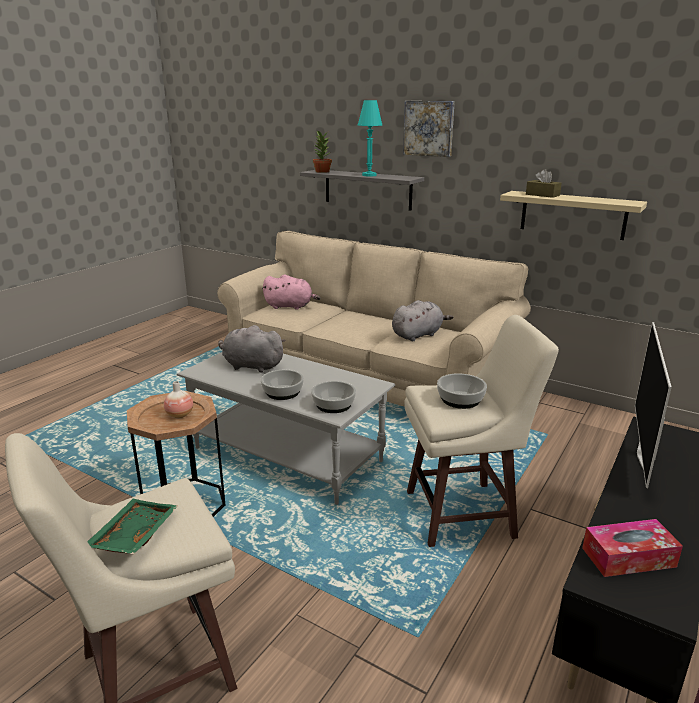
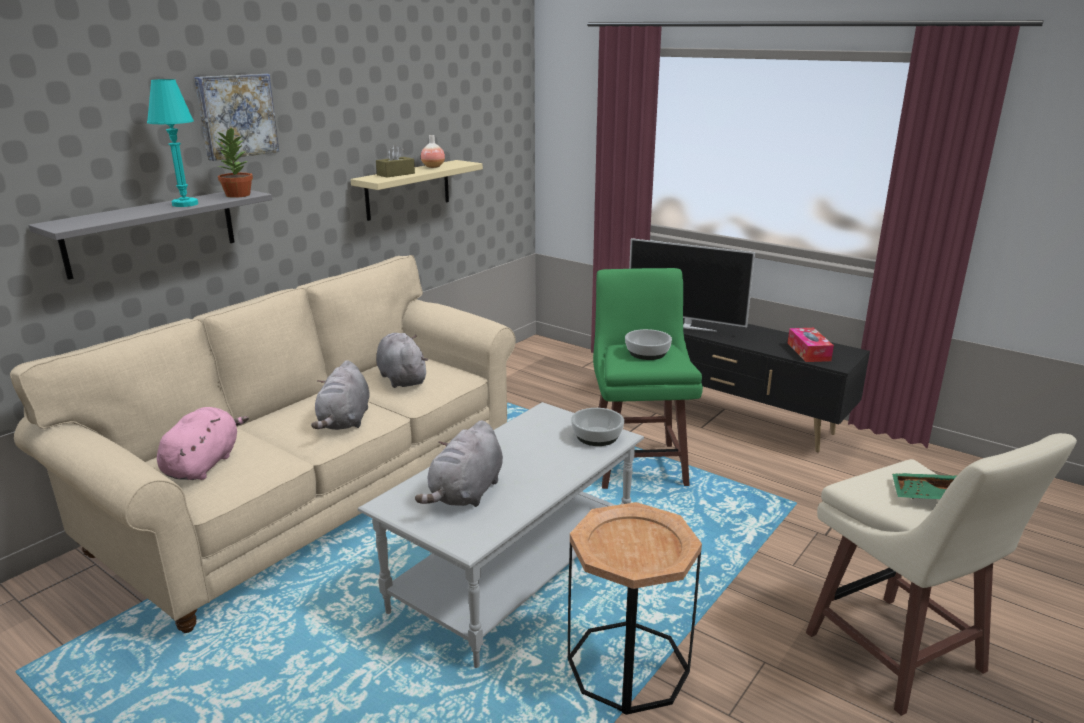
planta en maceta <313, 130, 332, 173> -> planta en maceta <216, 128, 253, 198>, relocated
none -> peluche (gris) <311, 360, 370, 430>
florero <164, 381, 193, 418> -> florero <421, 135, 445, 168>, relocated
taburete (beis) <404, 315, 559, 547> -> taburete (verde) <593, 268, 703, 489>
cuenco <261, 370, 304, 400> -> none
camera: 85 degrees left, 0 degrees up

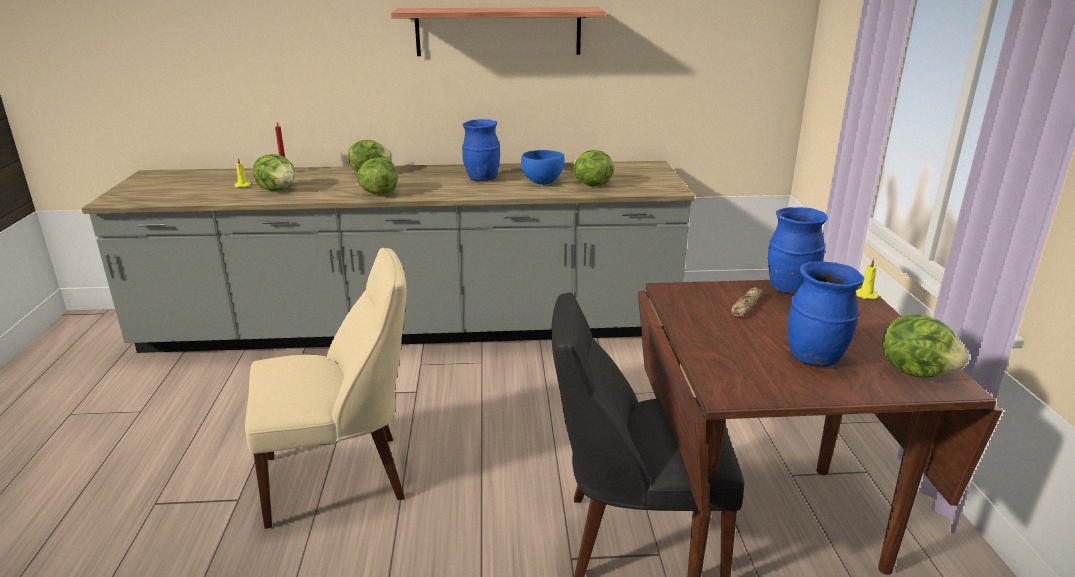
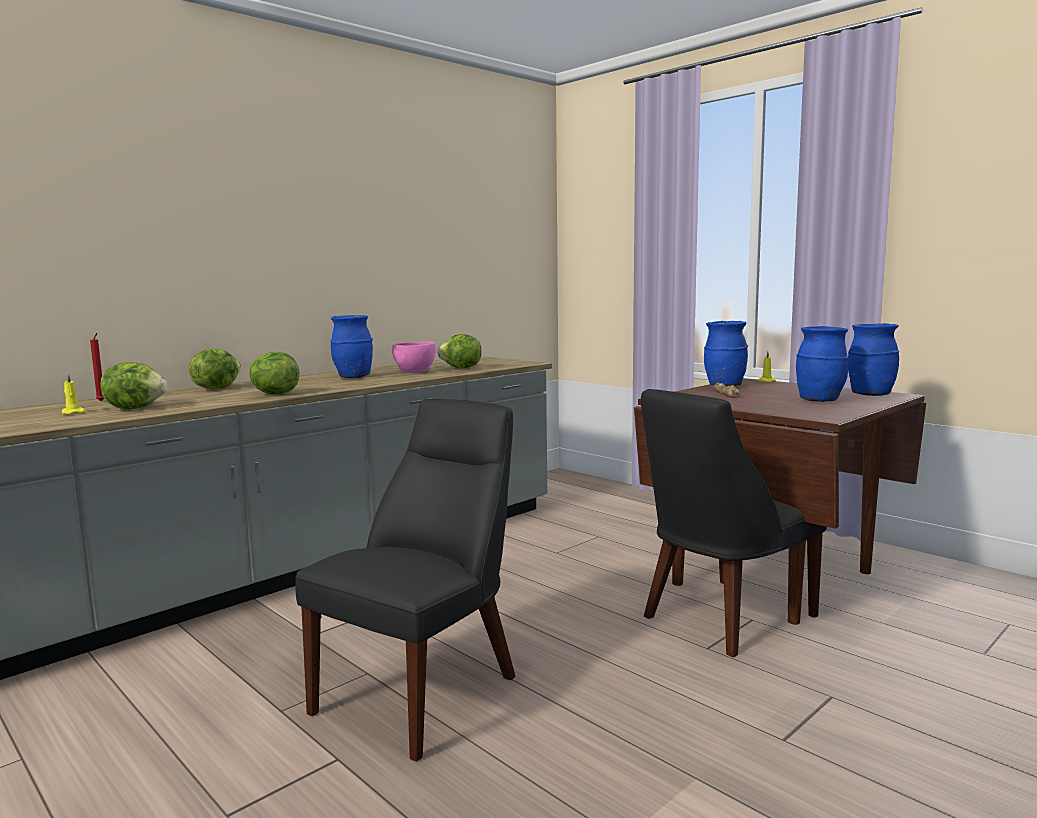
silla (beis) <245, 248, 407, 529> -> silla (negro) <295, 399, 516, 762>
cuenco (azul) <521, 150, 564, 185> -> cuenco (rosa) <392, 342, 436, 373>
lechuga <882, 315, 969, 378> -> florero (azul) <848, 323, 899, 396>
estante <391, 7, 606, 56> -> none
camera: 40 degrees left, 15 degrees down

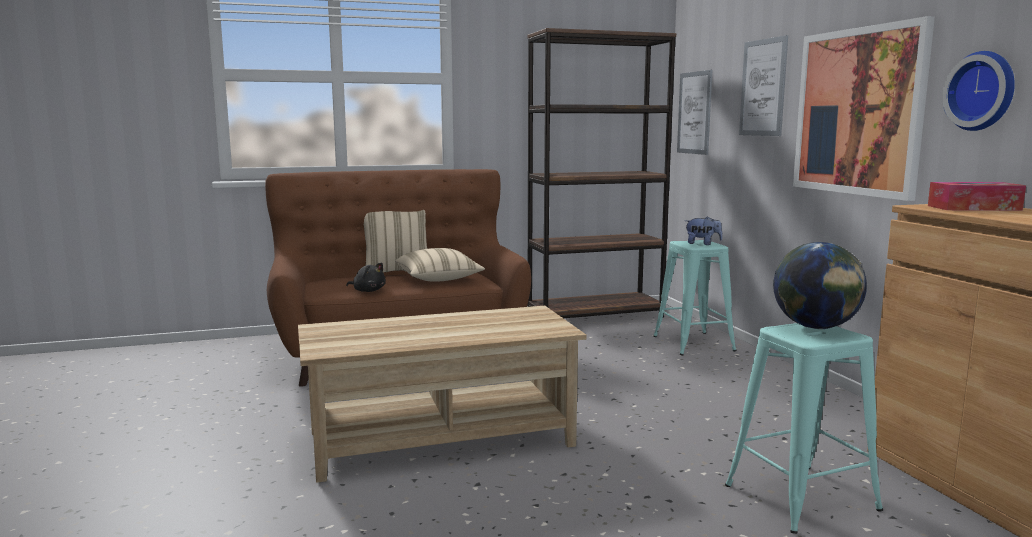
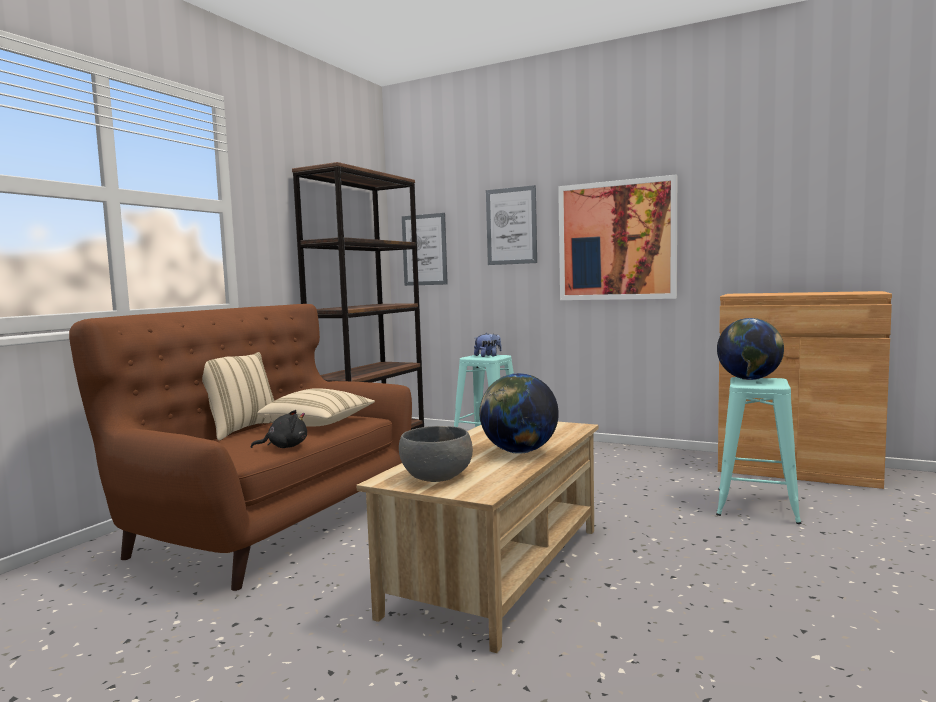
none -> cuenco (gris) <399, 426, 473, 482>
none -> globo terráqueo <479, 373, 559, 454>
caja de pañuelos <928, 182, 1026, 211> -> none
reloj de pared <942, 51, 1015, 131> -> none
camera: 45 degrees left, 5 degrees down

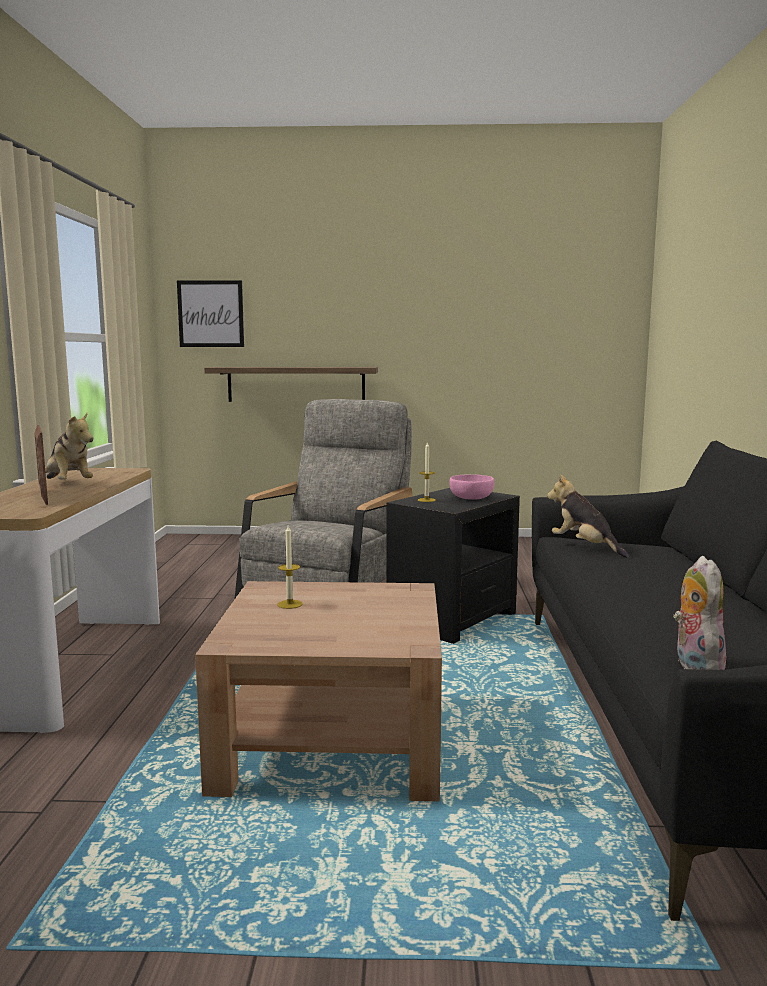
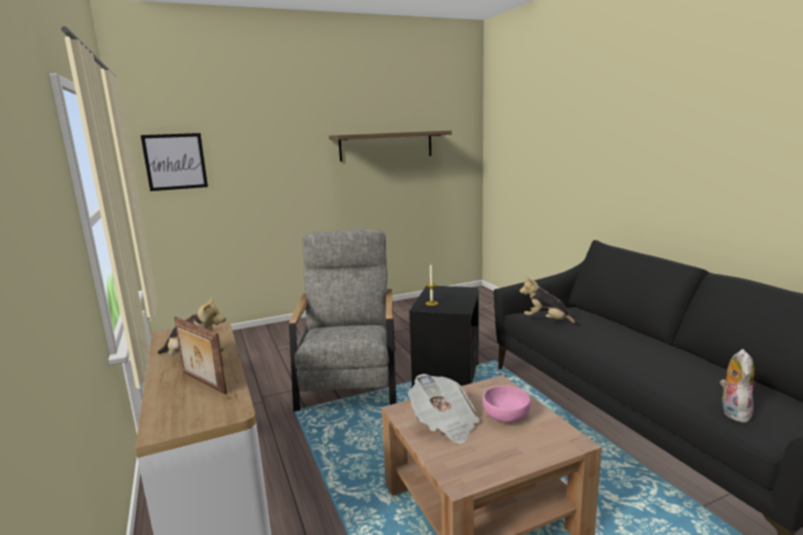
estante <204, 367, 378, 402> -> estante <329, 131, 452, 162>, relocated
vela <277, 526, 303, 609> -> periódico <408, 374, 480, 444>
cuenco (rosa) <449, 475, 494, 500> -> cuenco (rosa) <482, 386, 531, 423>, relocated
peluche <673, 556, 726, 670> -> peluche <720, 349, 755, 423>, 45 degrees clockwise
camera: 25 degrees left, 5 degrees up

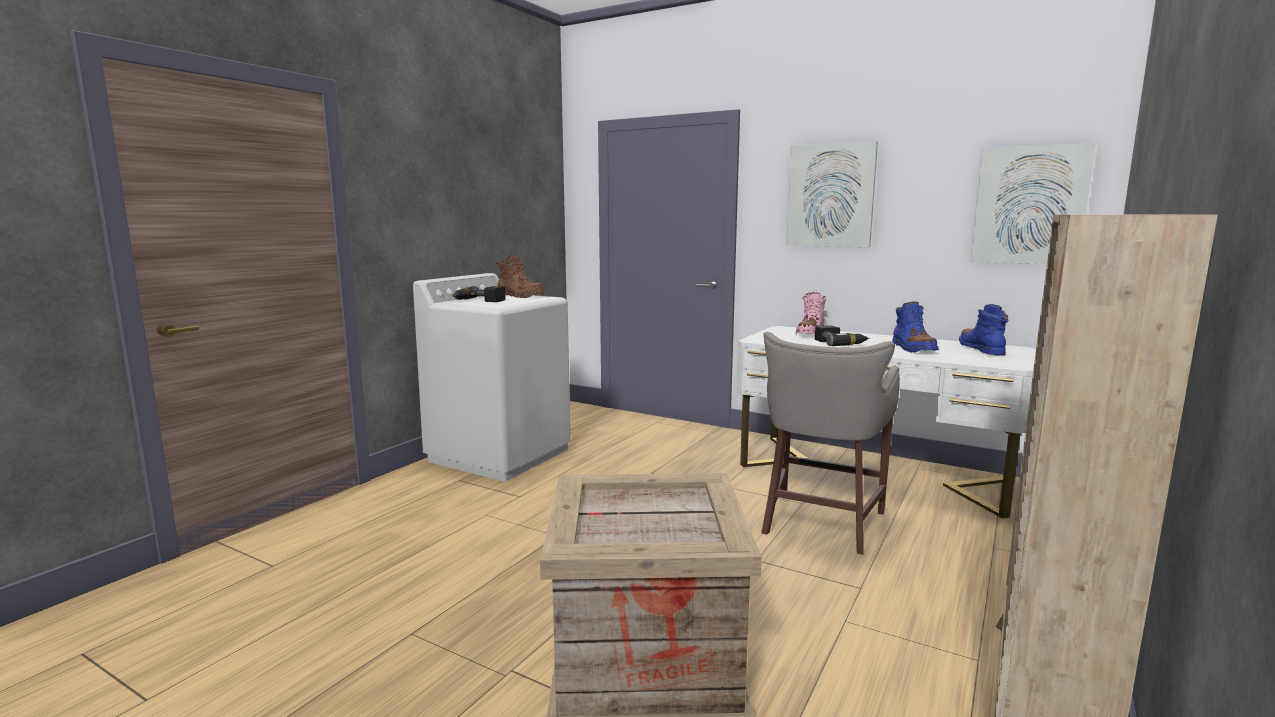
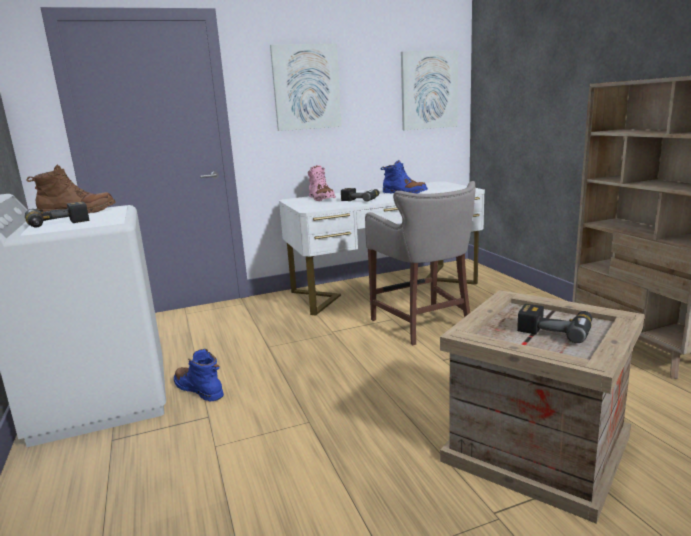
bota (azul) <959, 304, 1009, 355> -> bota (azul) <174, 349, 224, 401>, relocated
none -> taladro <517, 304, 592, 343>
camera: 50 degrees left, 5 degrees up

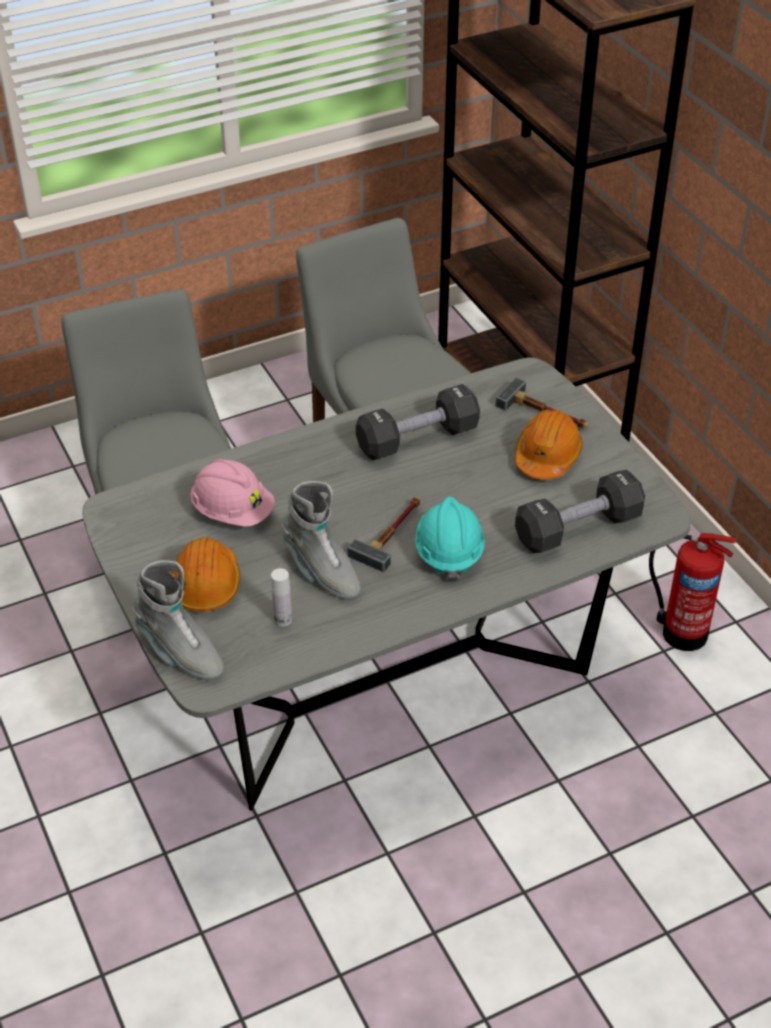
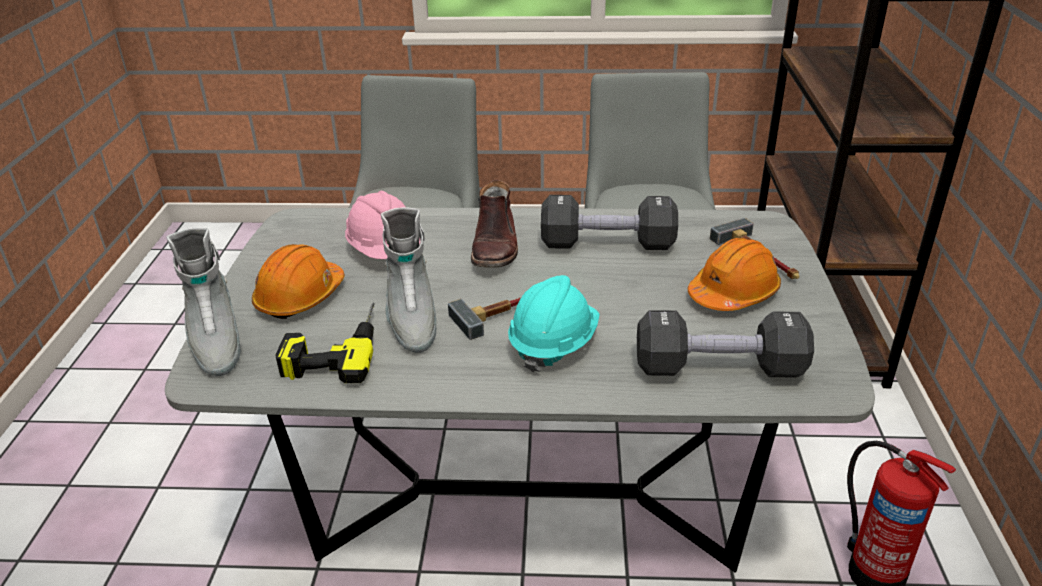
botella (blanco) <271, 568, 292, 627> -> taladro <275, 303, 375, 383>
none -> bota (marrón) <471, 180, 518, 268>
camera: 30 degrees right, 10 degrees down

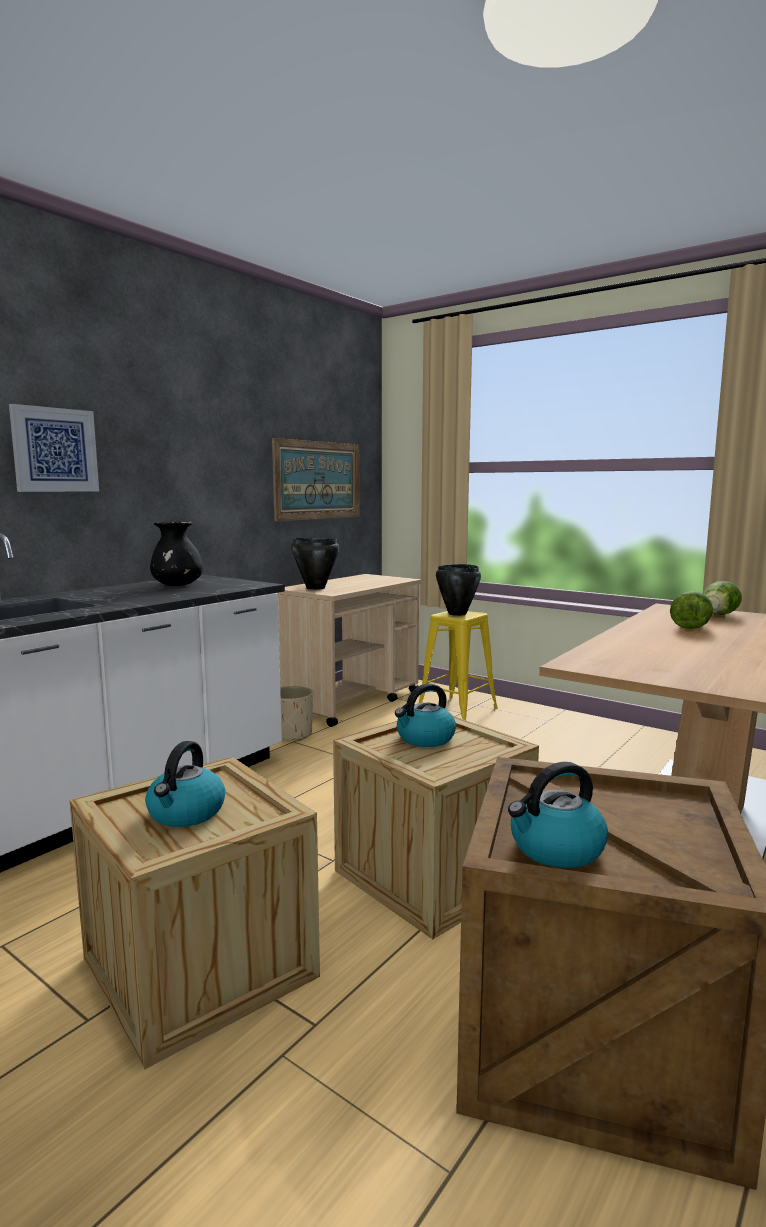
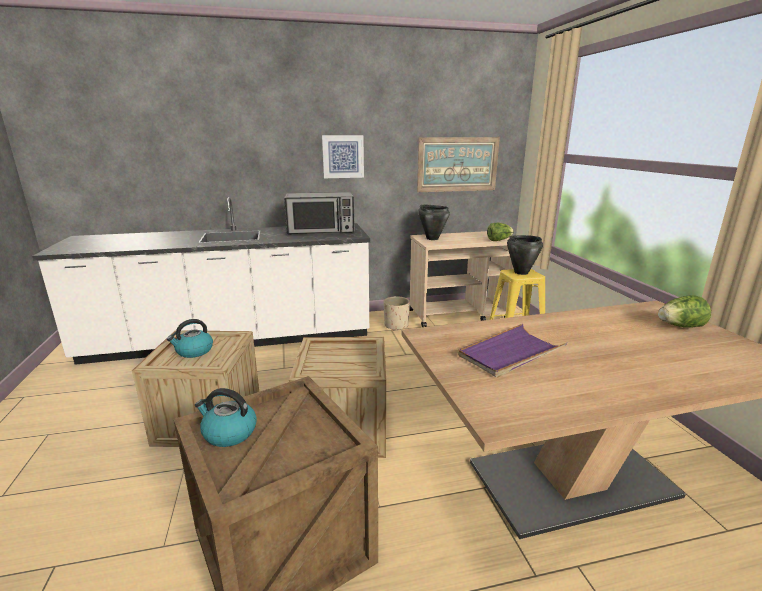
florero (negro) <150, 521, 203, 586> -> microondas <284, 192, 355, 234>
cuadro <9, 404, 99, 492> -> cuadro <322, 135, 364, 178>, relocated
none -> bandeja (morado) <458, 324, 567, 378>
lechuga <670, 591, 713, 629> -> lechuga <487, 223, 514, 241>, relocated
hervidor <395, 683, 456, 747> -> none
camera: 40 degrees right, 10 degrees up

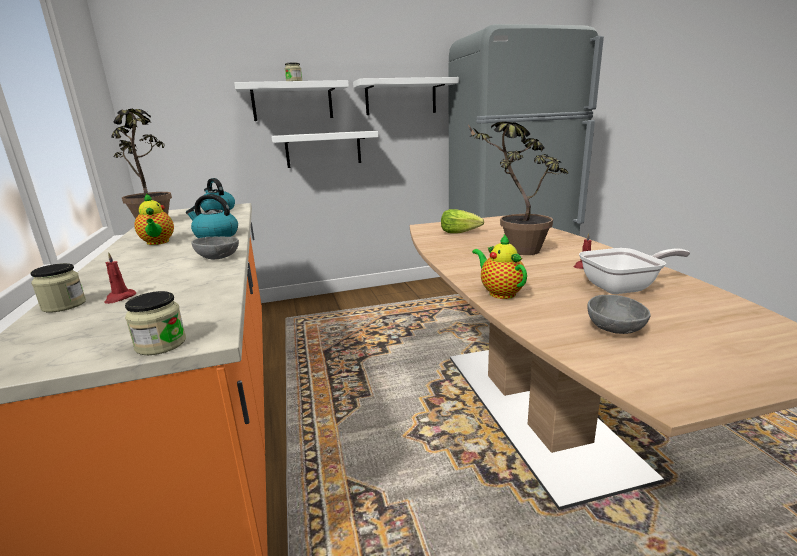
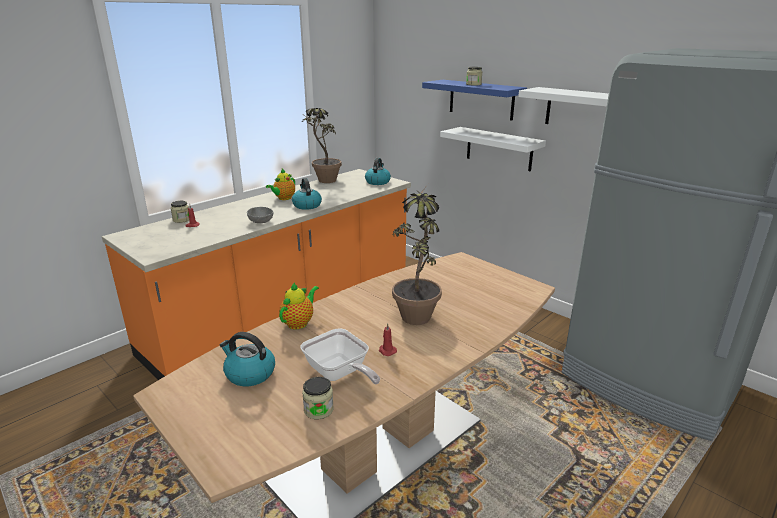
cuenco (gris) <587, 295, 651, 334> -> hervidor <220, 332, 275, 386>
tarro <125, 291, 186, 355> -> tarro <302, 377, 334, 419>, relocated
estante (blanco) <234, 80, 349, 121> -> estante (azul) <422, 80, 527, 121>
lechuga <441, 209, 484, 233> -> none
camera: 60 degrees right, 5 degrees up

